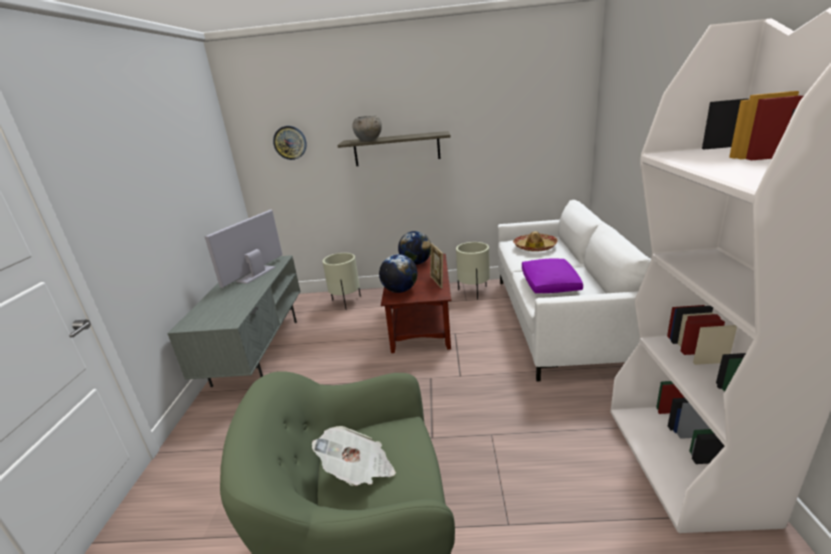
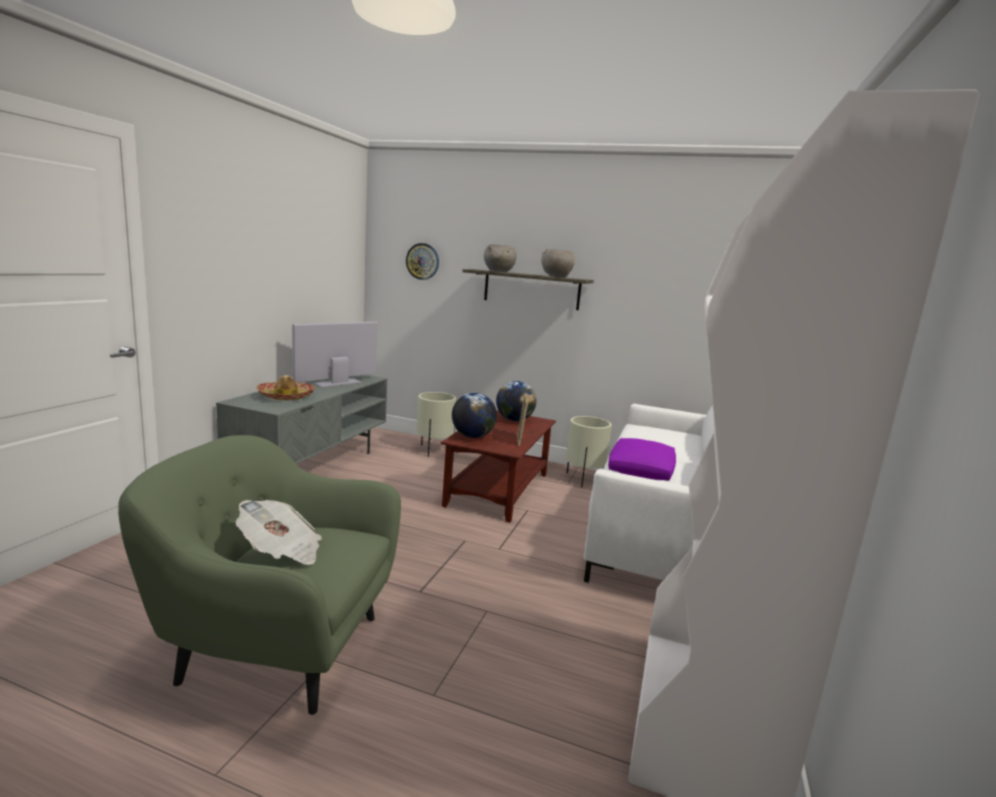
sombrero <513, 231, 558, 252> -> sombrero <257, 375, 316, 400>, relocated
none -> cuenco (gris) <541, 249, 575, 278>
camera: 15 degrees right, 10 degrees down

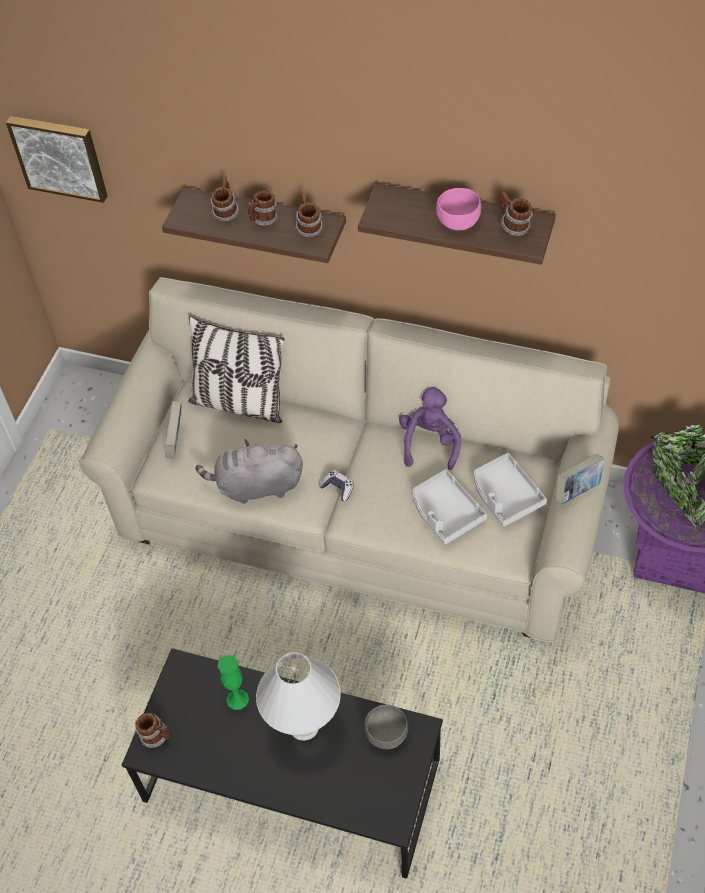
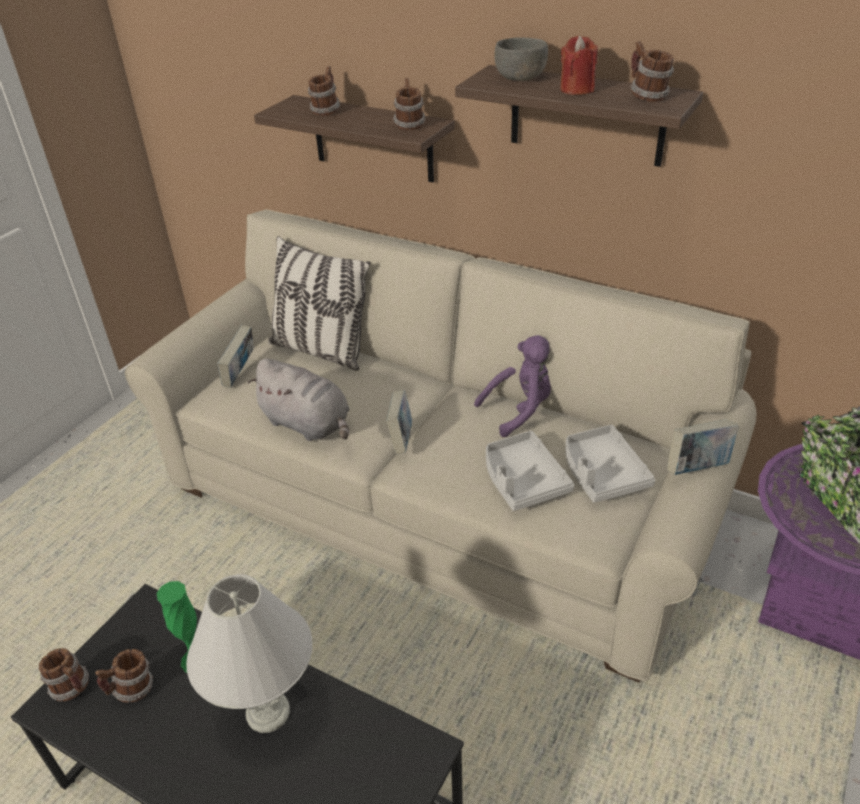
taza grande <248, 191, 278, 227> -> taza grande <95, 649, 153, 703>, relocated
peluche (gris) <196, 439, 303, 504> -> peluche (gris) <248, 358, 349, 441>, 150 degrees counterclockwise
mando de consola <319, 470, 354, 501> -> libro <386, 390, 412, 454>
peluche (morado) <399, 387, 461, 470> -> peluche (morado) <474, 335, 551, 437>, 45 degrees clockwise
cuenco (gris) <364, 705, 408, 749> -> cuenco (gris) <494, 37, 548, 81>, relocated
cuenco (rosa) <436, 188, 481, 230> -> vela (rojo) <560, 36, 598, 95>
cuadro <6, 116, 107, 203> -> none
camera: 10 degrees right, 15 degrees down

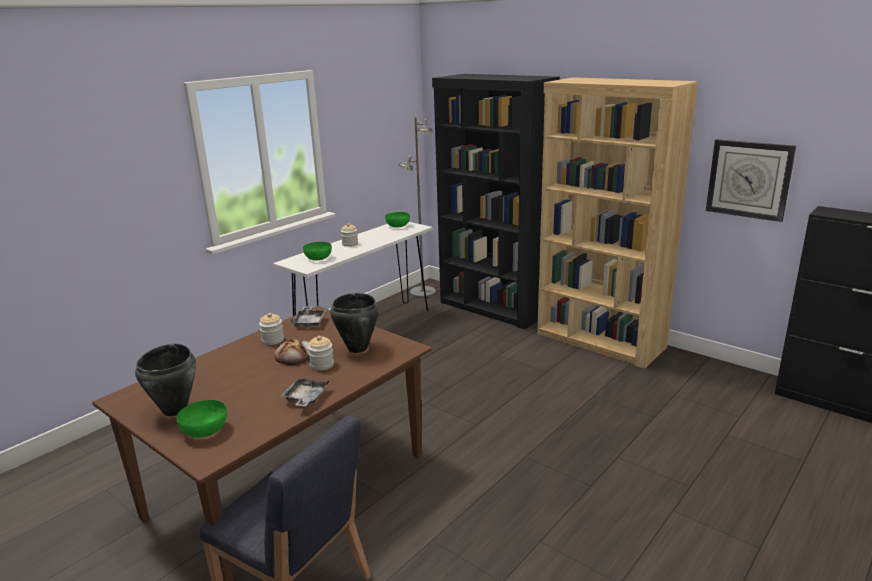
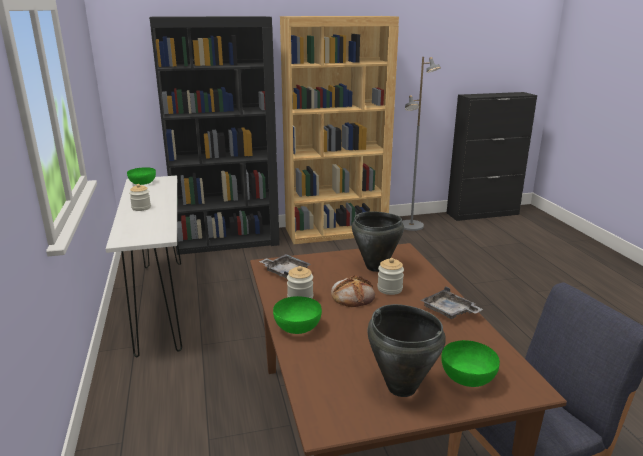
cuenco (verde) <303, 242, 332, 260> -> cuenco (verde) <273, 296, 322, 334>, relocated
lámpara de pie (gris) <399, 117, 436, 298> -> lámpara de pie (gris) <402, 57, 441, 231>, relocated
reloj de pared <706, 139, 796, 222> -> none
camera: 55 degrees left, 0 degrees up

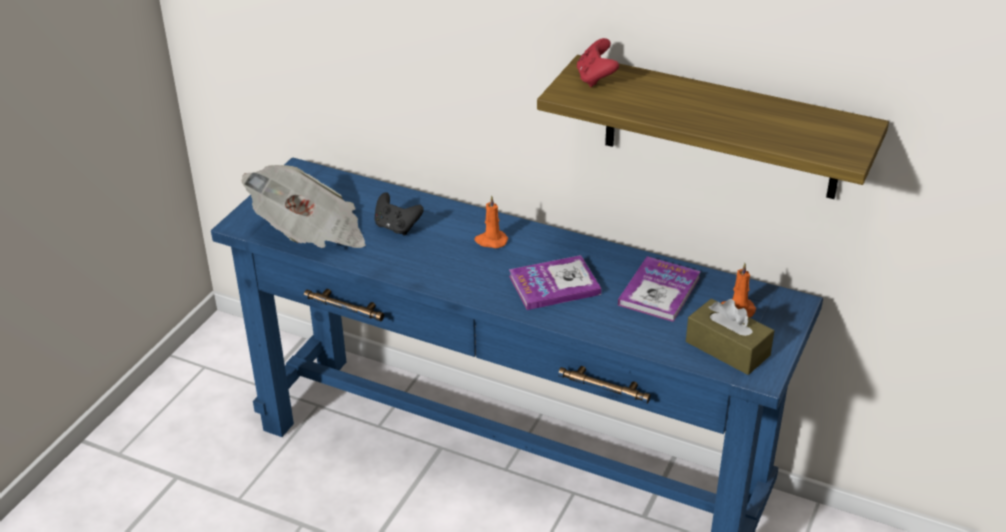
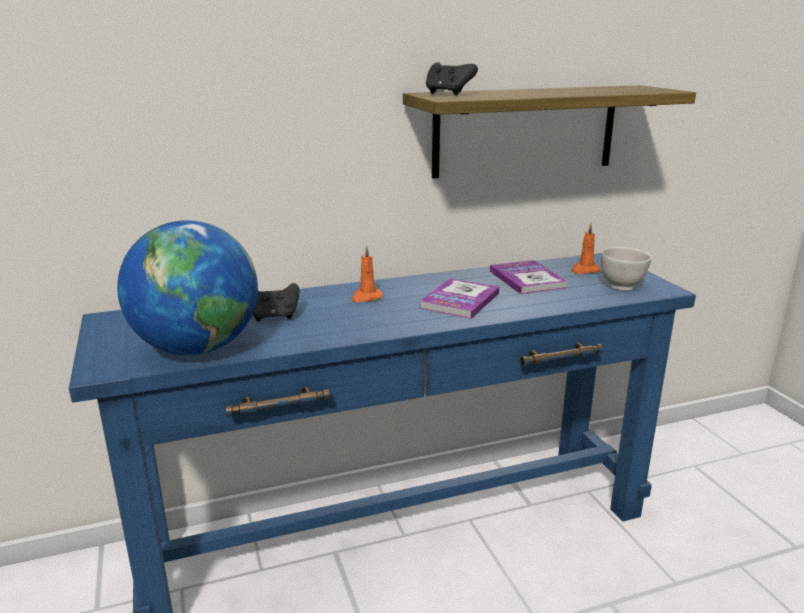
periódico <242, 165, 366, 248> -> globo terráqueo <117, 220, 258, 356>
mando de consola (rojo) <577, 38, 619, 87> -> mando de consola (negro) <426, 62, 478, 96>
caja de pañuelos (marrón) <686, 299, 774, 375> -> cuenco (blanco) <601, 247, 652, 290>
camera: 45 degrees left, 15 degrees down

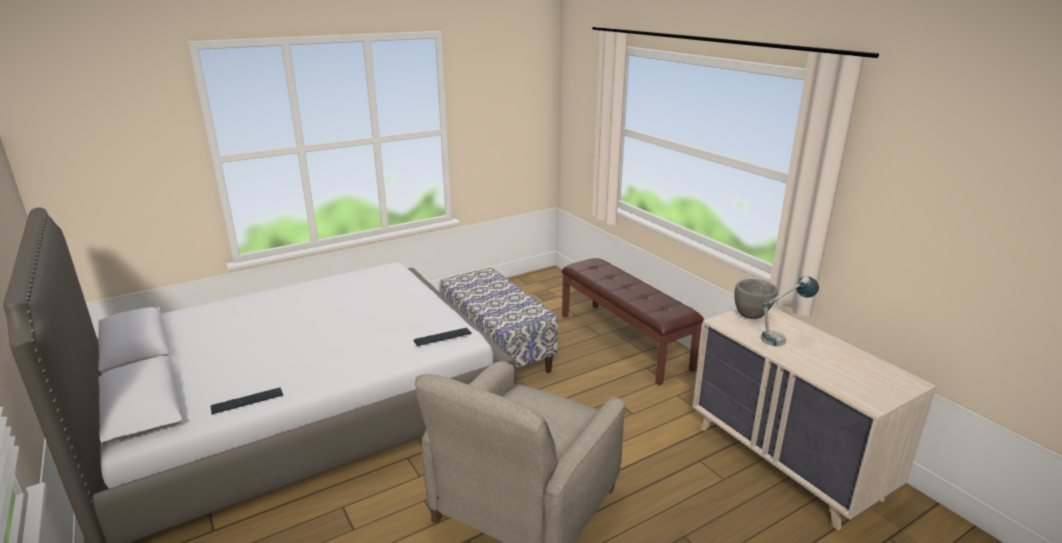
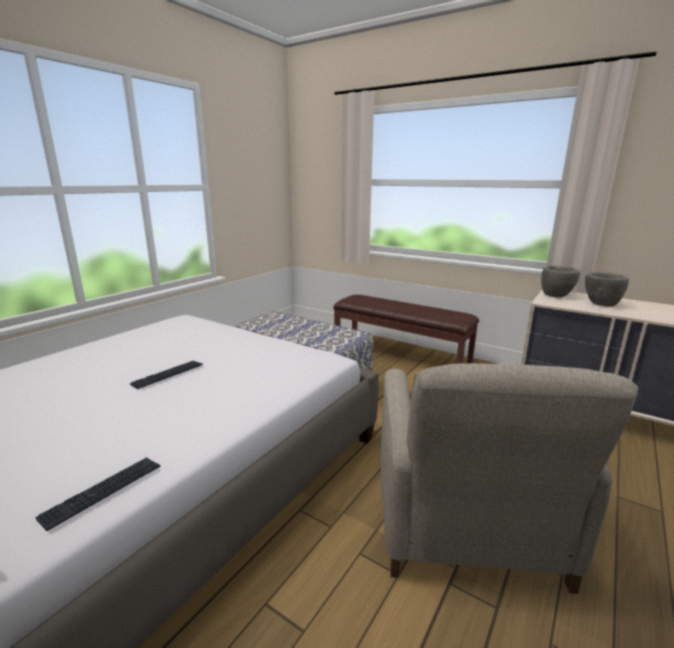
teclado <414, 328, 472, 346> -> teclado <130, 361, 203, 389>, relocated
lámpara de mesa <761, 276, 819, 346> -> cuenco (gris) <585, 272, 629, 307>
camera: 25 degrees left, 5 degrees down

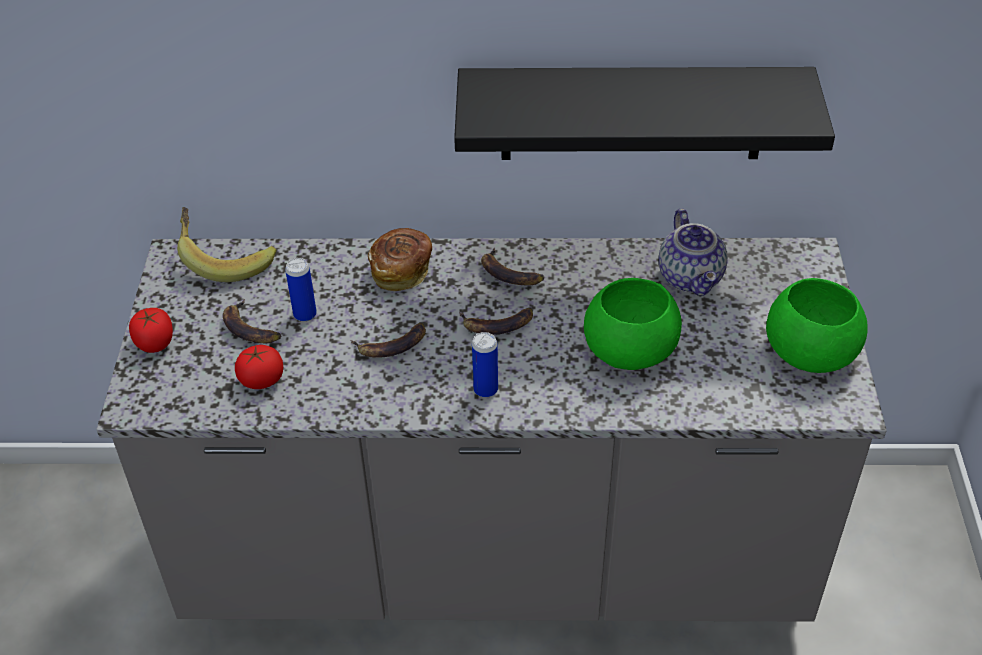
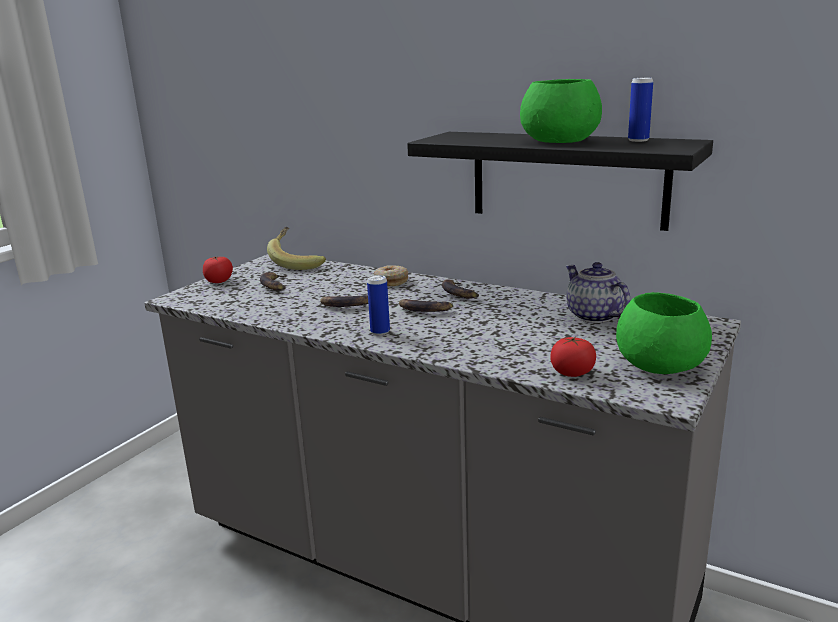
pan <368, 228, 432, 291> -> rosquilla <374, 266, 408, 286>
cuenco (verde) <584, 278, 682, 370> -> cuenco (verde) <520, 79, 602, 143>, relocated
tomate <235, 345, 283, 389> -> tomate <550, 336, 596, 377>, relocated
tetera <659, 208, 728, 296> -> tetera <566, 262, 630, 323>, 135 degrees clockwise
lata <285, 258, 317, 322> -> lata <628, 78, 653, 142>, relocated
camera: 30 degrees right, 25 degrees down

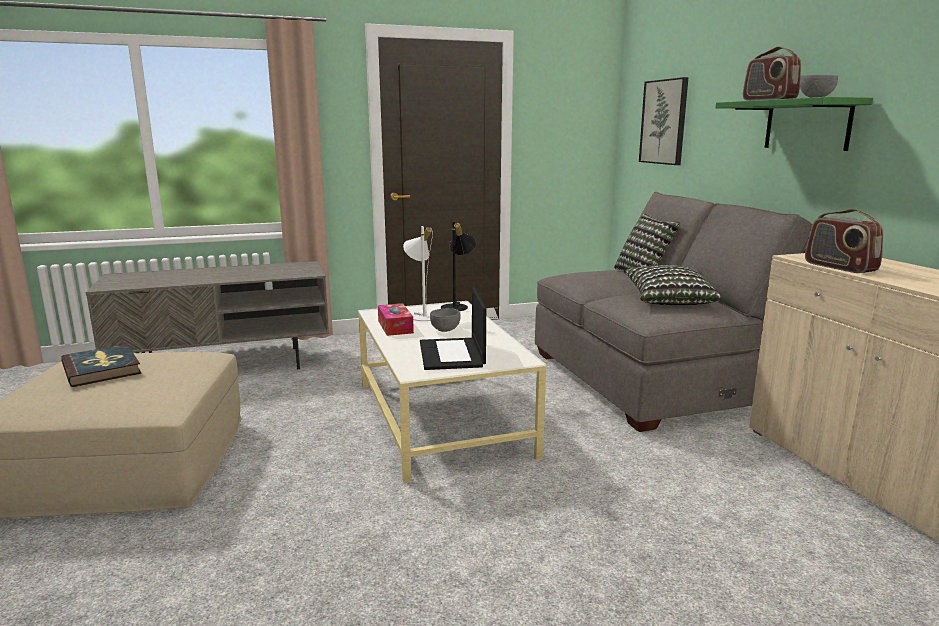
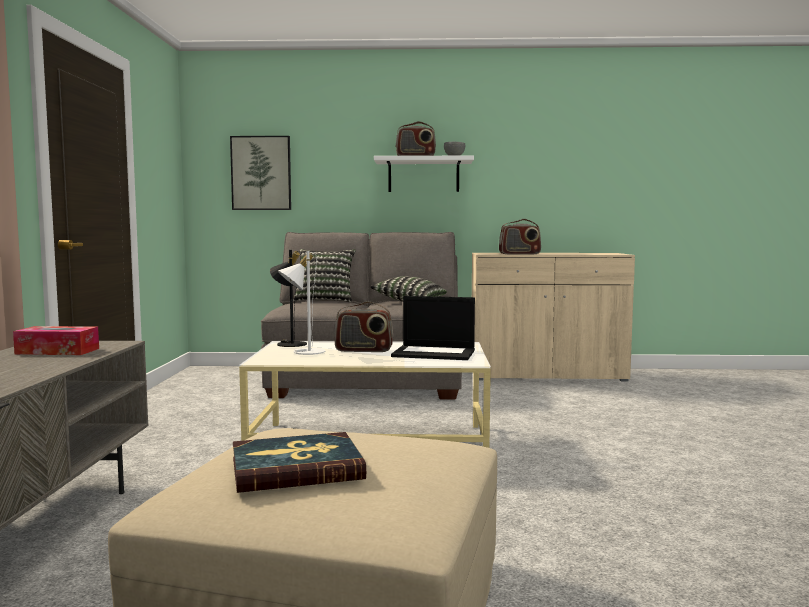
caja de pañuelos <378, 303, 414, 336> -> caja de pañuelos <13, 326, 99, 355>, relocated
cuenco (gris) <430, 308, 461, 332> -> radio <334, 301, 393, 352>
estante (verde) <715, 97, 873, 151> -> estante (blanco) <374, 156, 474, 192>
camera: 70 degrees left, 10 degrees down

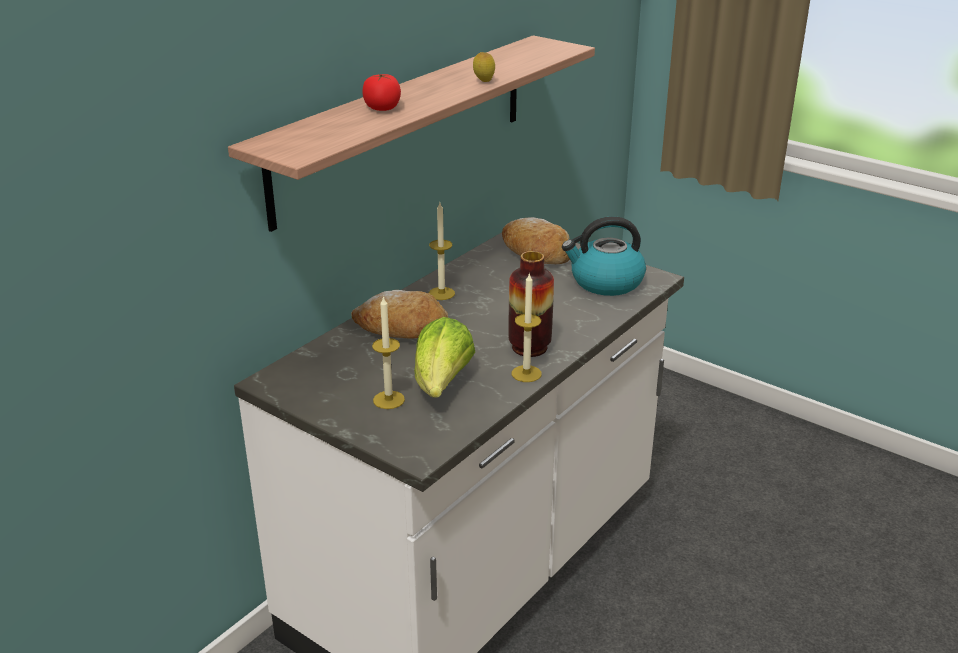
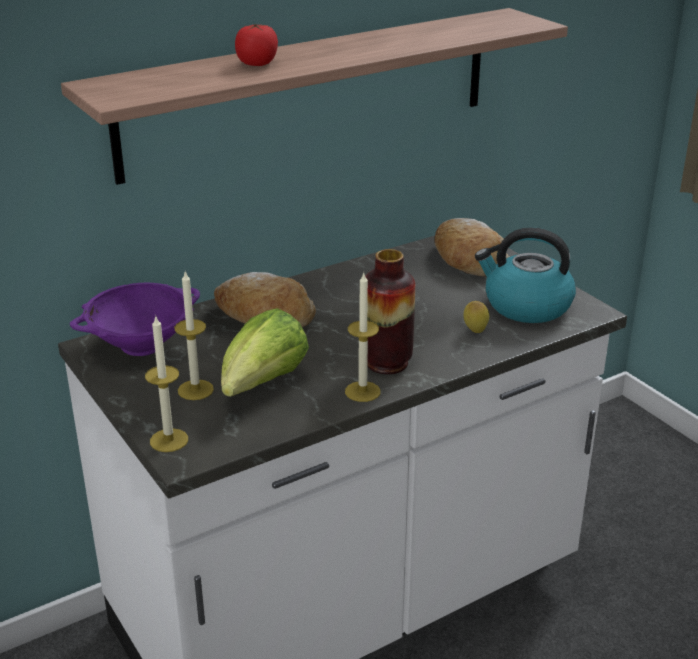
none -> cuenco (morado) <70, 283, 200, 356>
vela <429, 203, 455, 300> -> vela <145, 317, 188, 452>, relocated
limón <473, 52, 495, 82> -> limón <464, 301, 489, 333>, relocated
camera: 20 degrees right, 0 degrees up

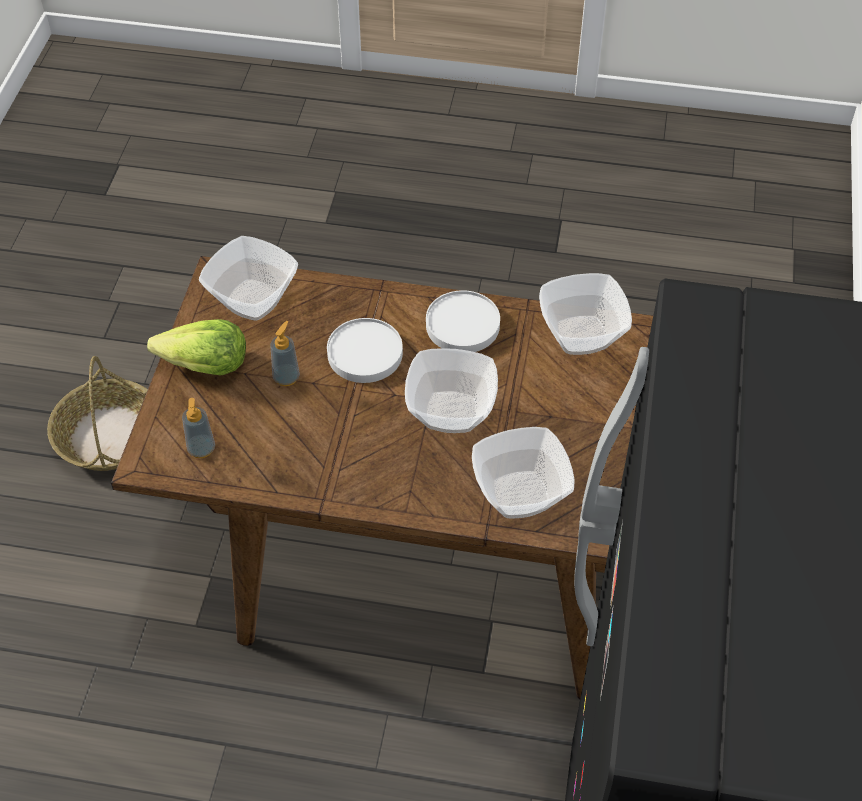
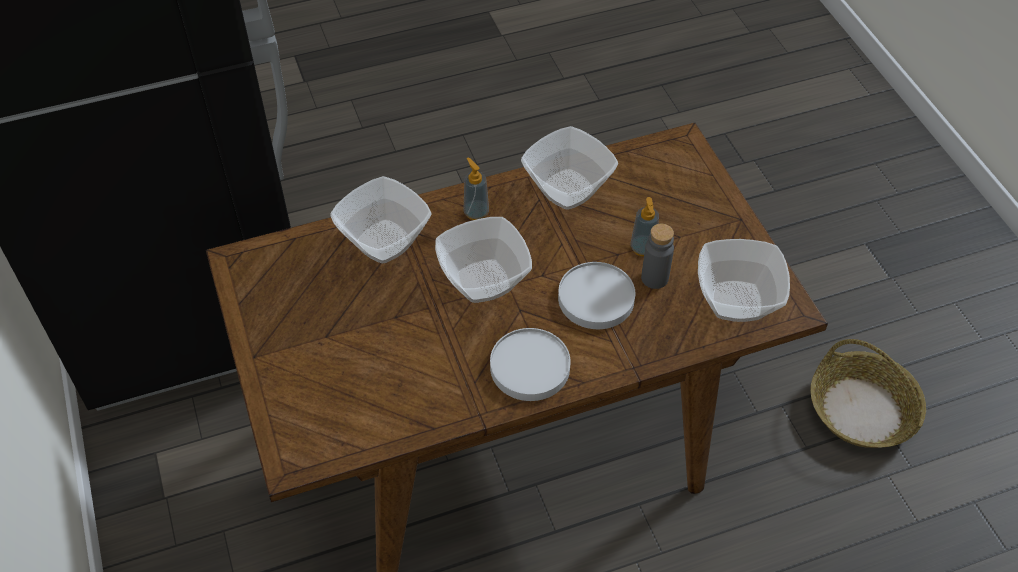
dispensador de jabón <182, 398, 215, 458> -> dispensador de jabón <463, 157, 489, 220>, relocated
cuenco <539, 273, 632, 355> -> cuenco <521, 126, 618, 210>, relocated
none -> botella (gris) <641, 224, 674, 289>
lechuga <147, 319, 246, 376> -> none
camera: 150 degrees right, 0 degrees up

